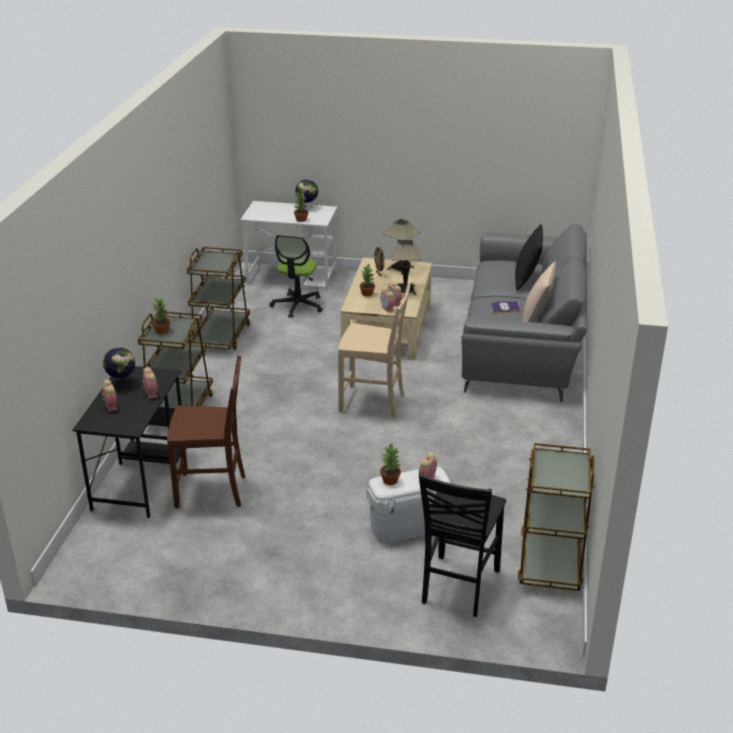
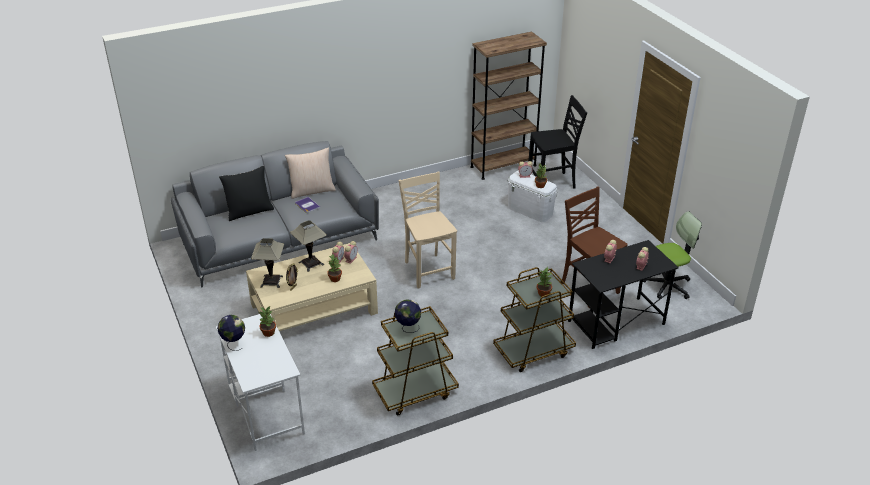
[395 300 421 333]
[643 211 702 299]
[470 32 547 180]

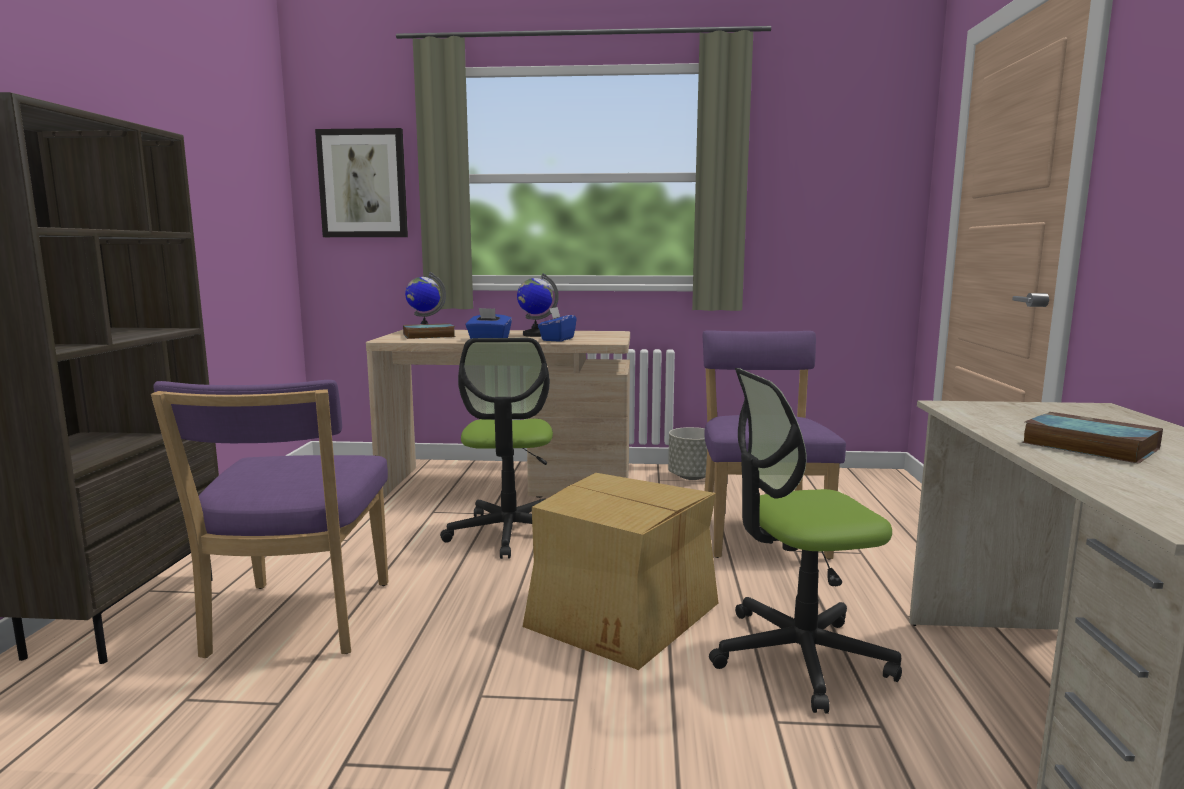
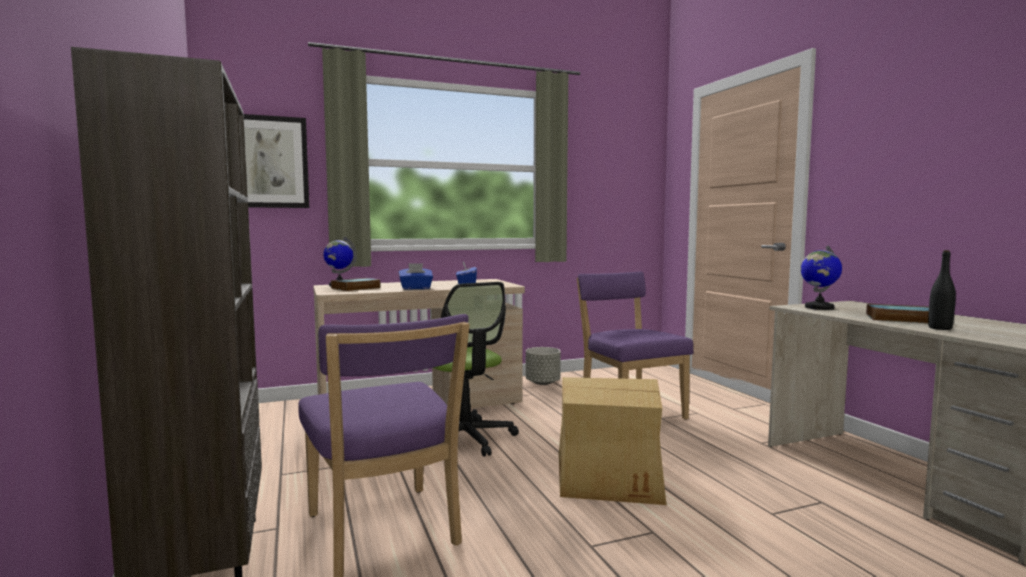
[709 368 902 714] (first image)
[928 250 956 330]
[800 245 842 310]

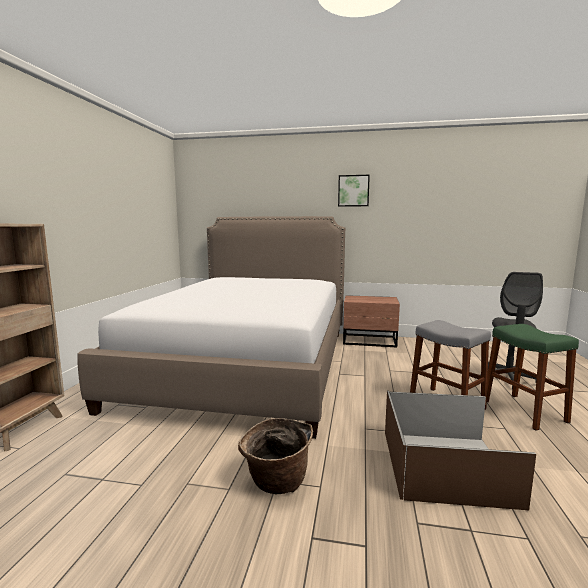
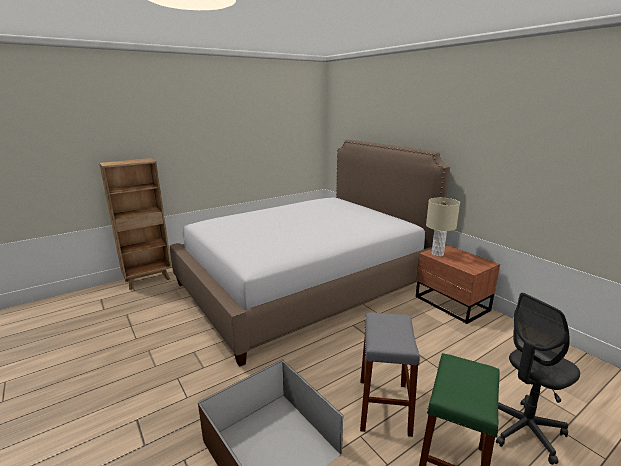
[238 418 313 494] (first image)
[338 175 370 207] (first image)
[426 198 460 257]

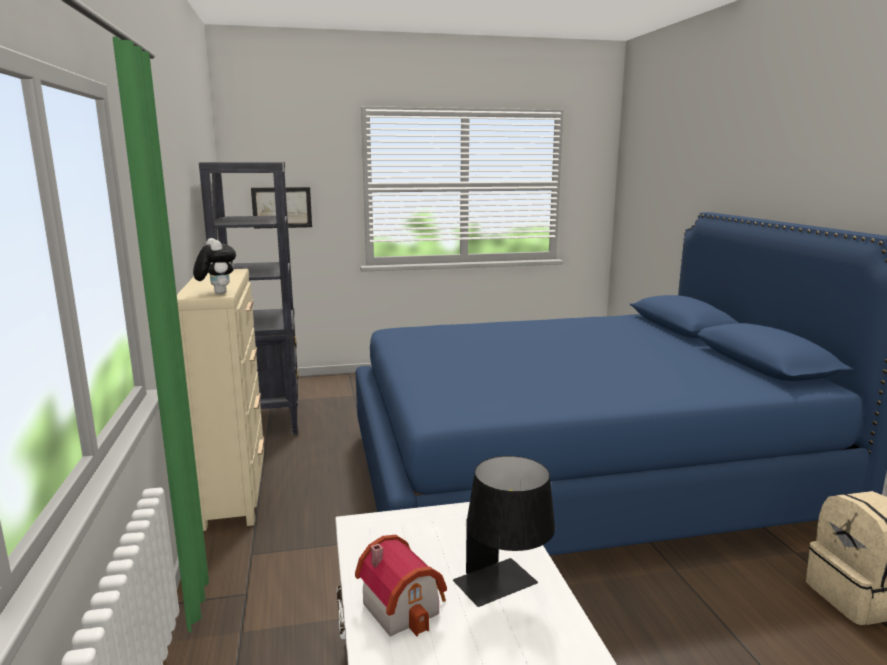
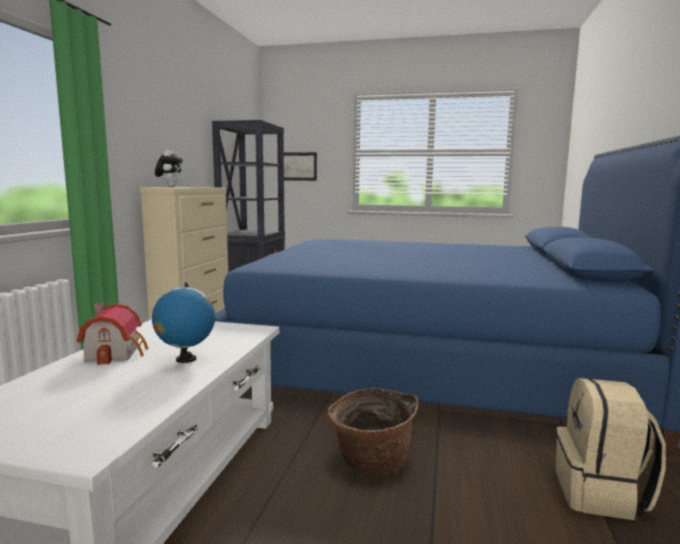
[327 388 418 476]
[152 283 215 363]

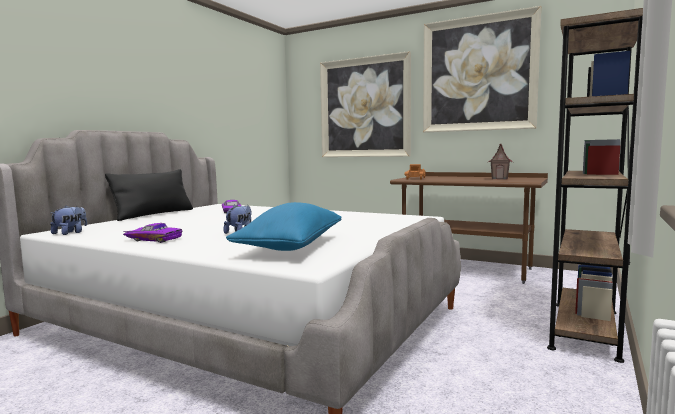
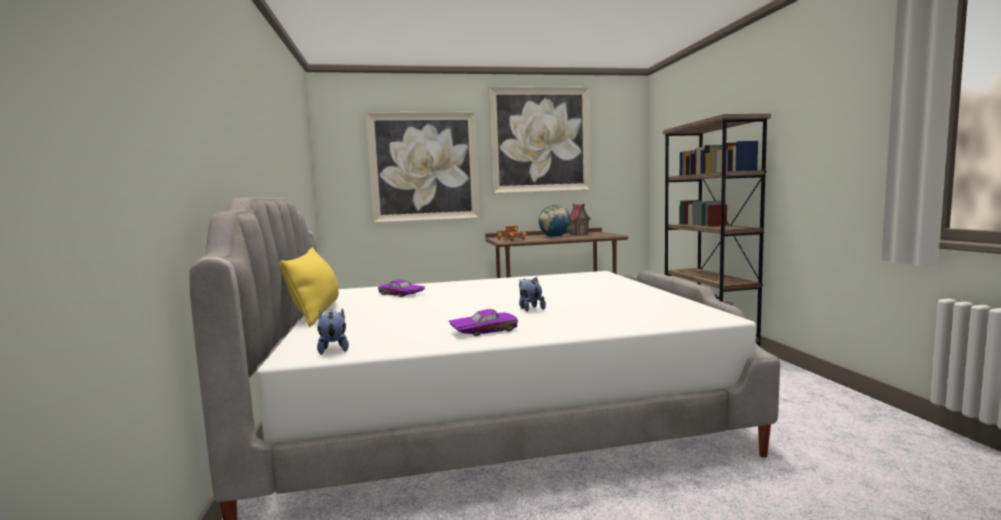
[226 202 342 251] (first image)
[539 205 571 237]
[279 248 339 327]

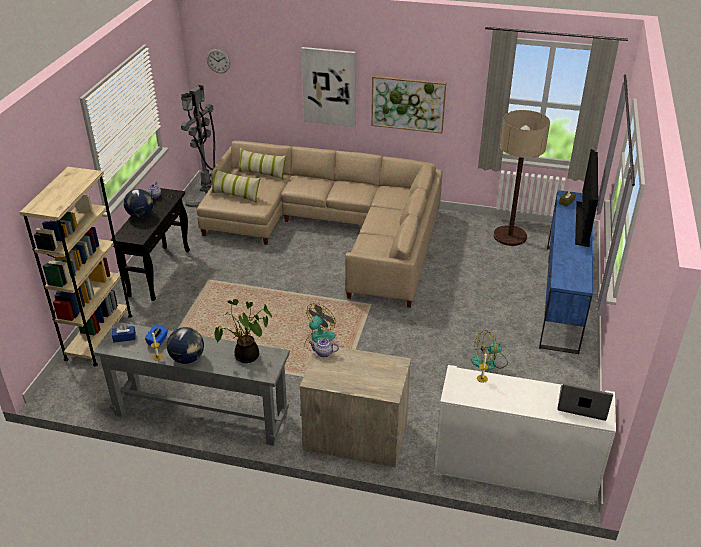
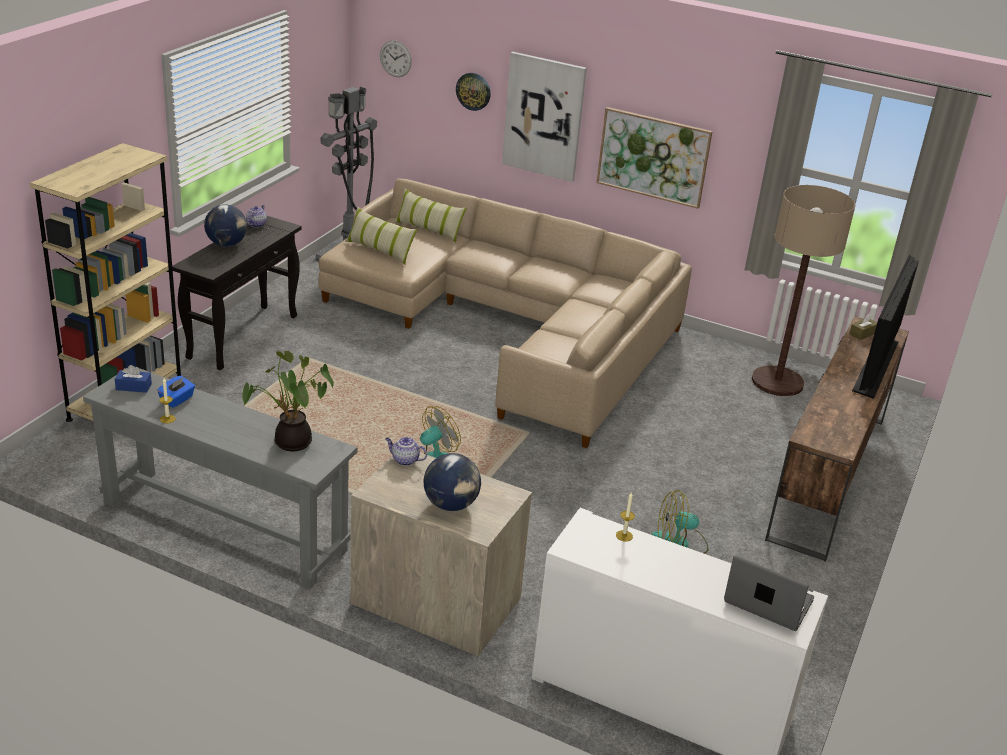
[456 73 490 111]
[424 453 481 511]
[765 316 909 562]

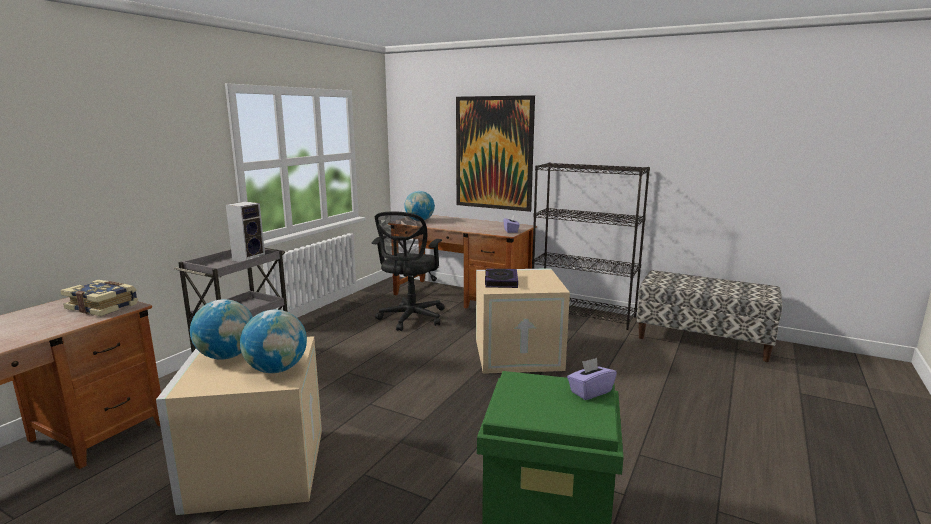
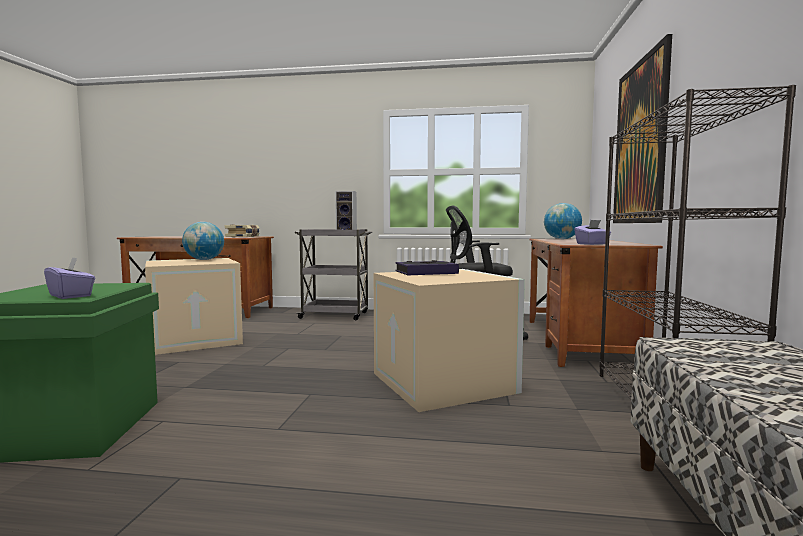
[240 310 307 373] (first image)

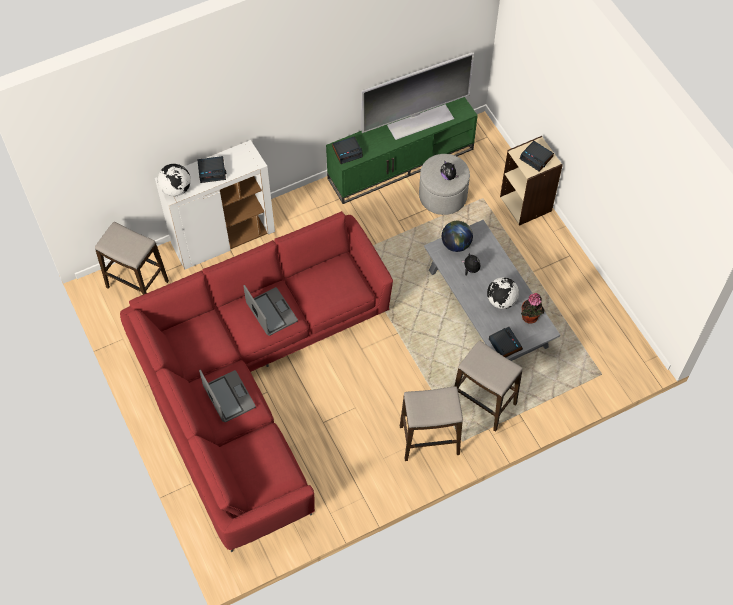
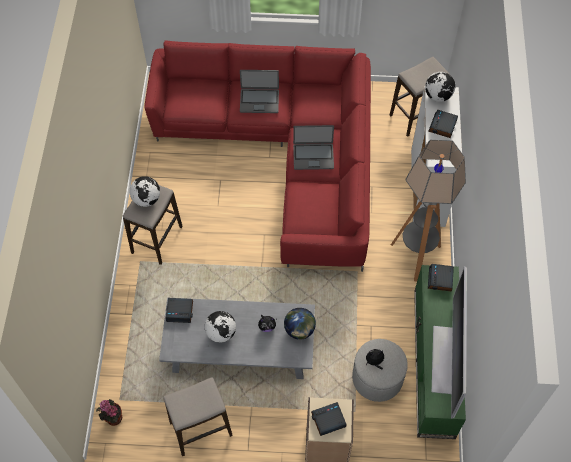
[129 176 160 207]
[391 140 466 281]
[163 377 233 456]
[96 399 122 426]

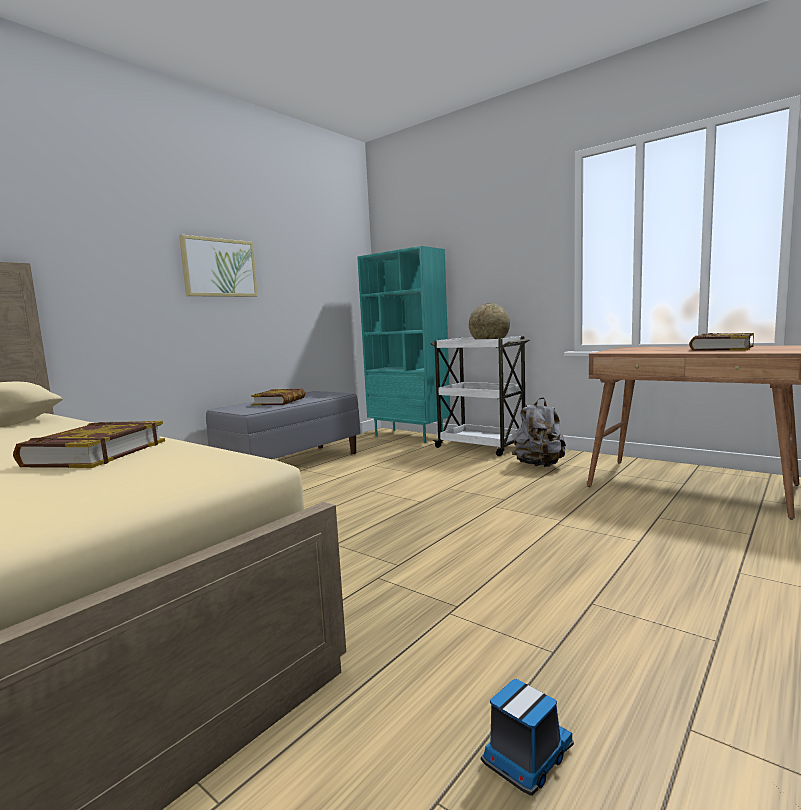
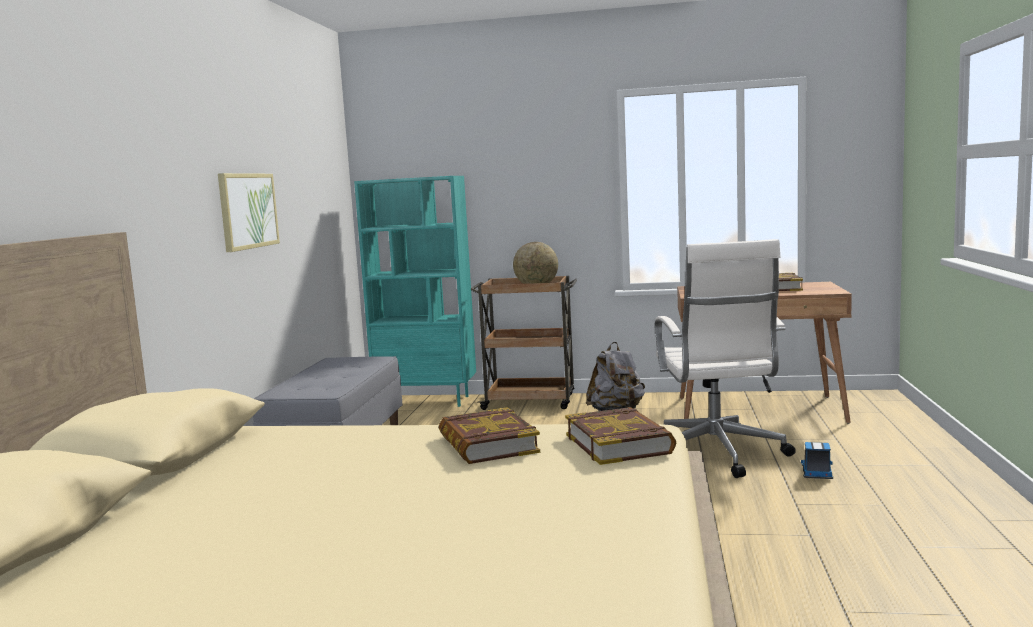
[655 239 796 478]
[565 407 676 465]
[801 442 833 479]
[470 276 577 410]

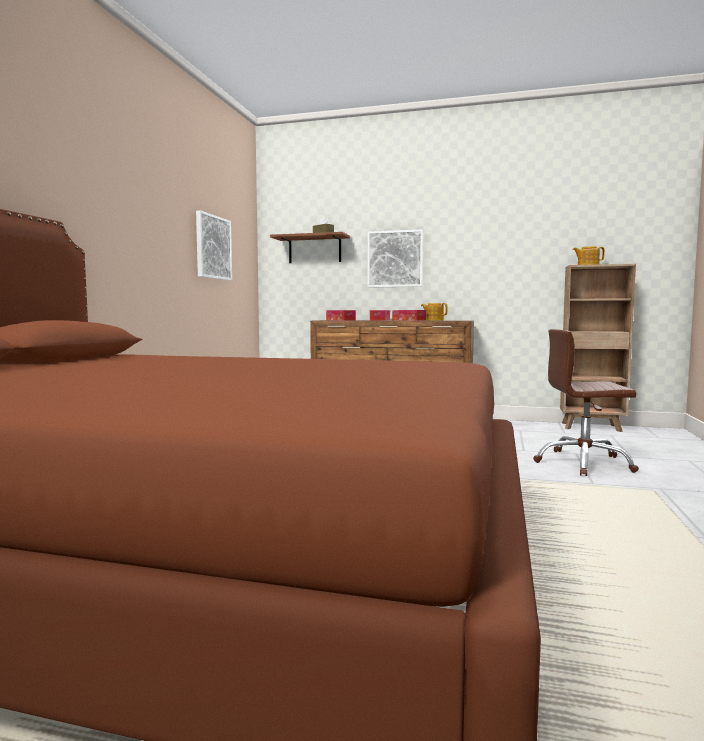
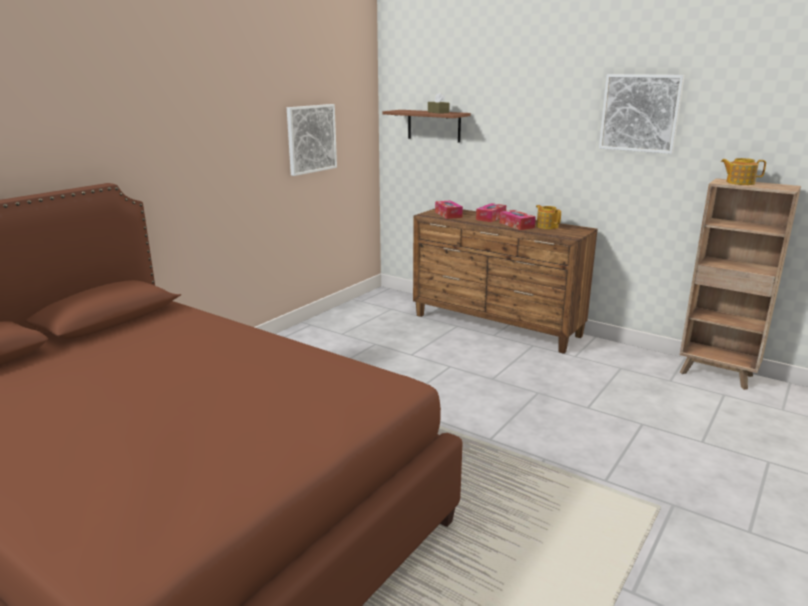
[533 329 639 476] (first image)
[599 74 685 154]

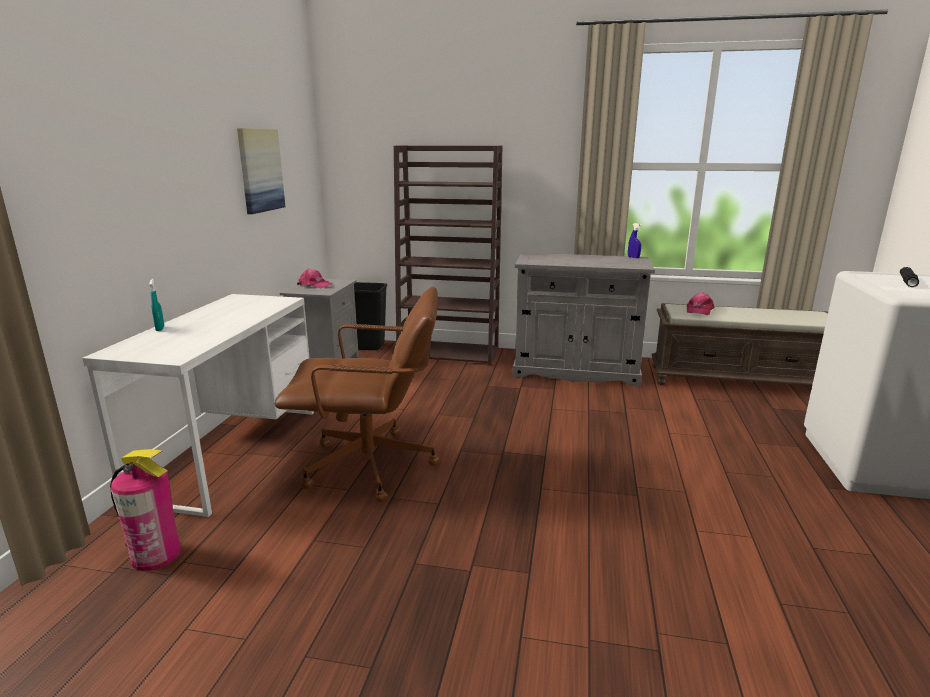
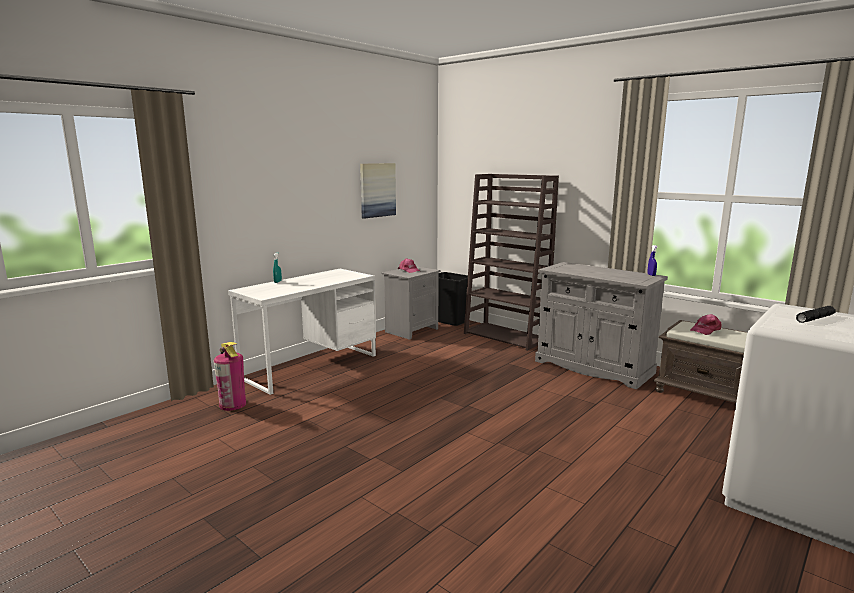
[275 286 440 502] (first image)

